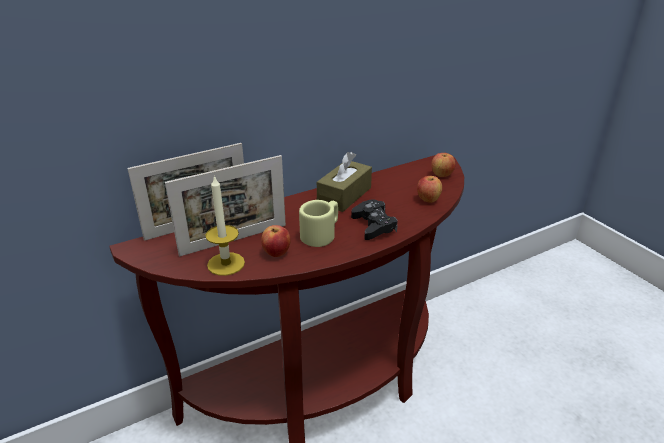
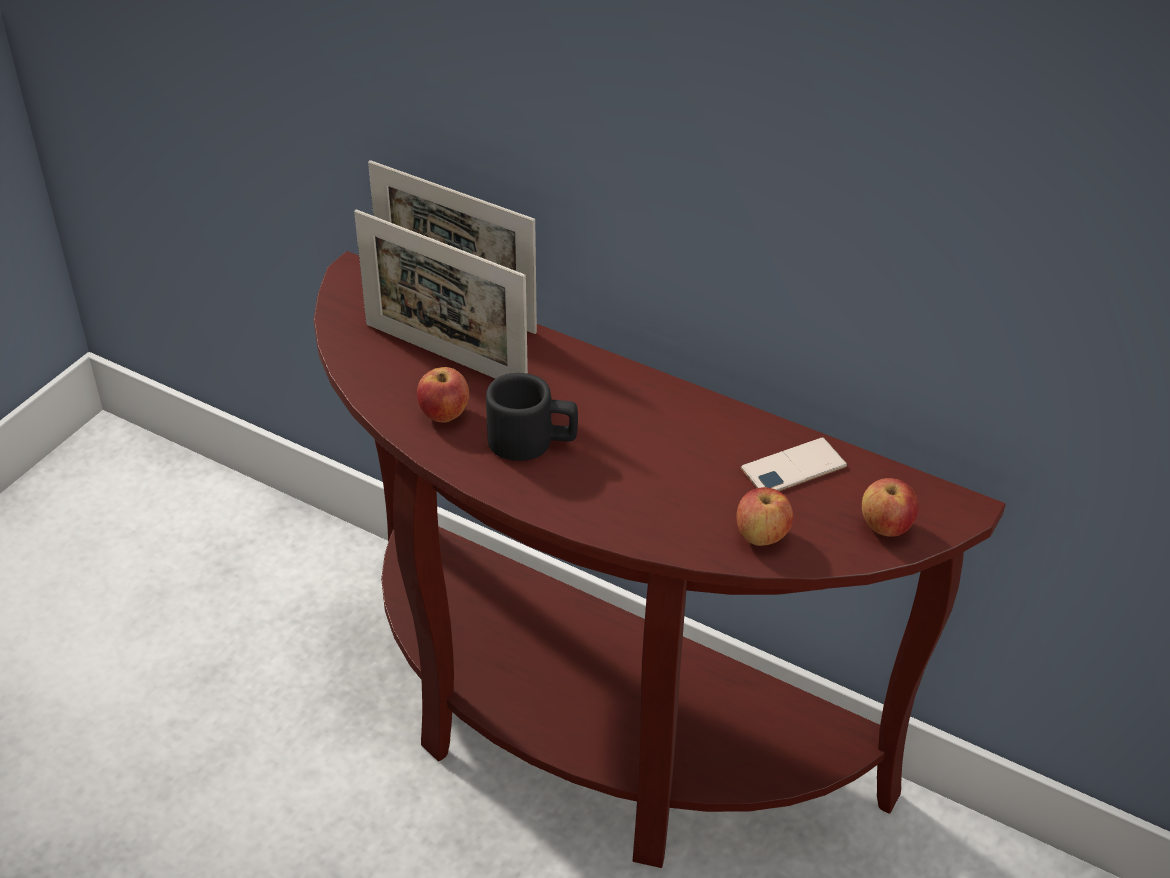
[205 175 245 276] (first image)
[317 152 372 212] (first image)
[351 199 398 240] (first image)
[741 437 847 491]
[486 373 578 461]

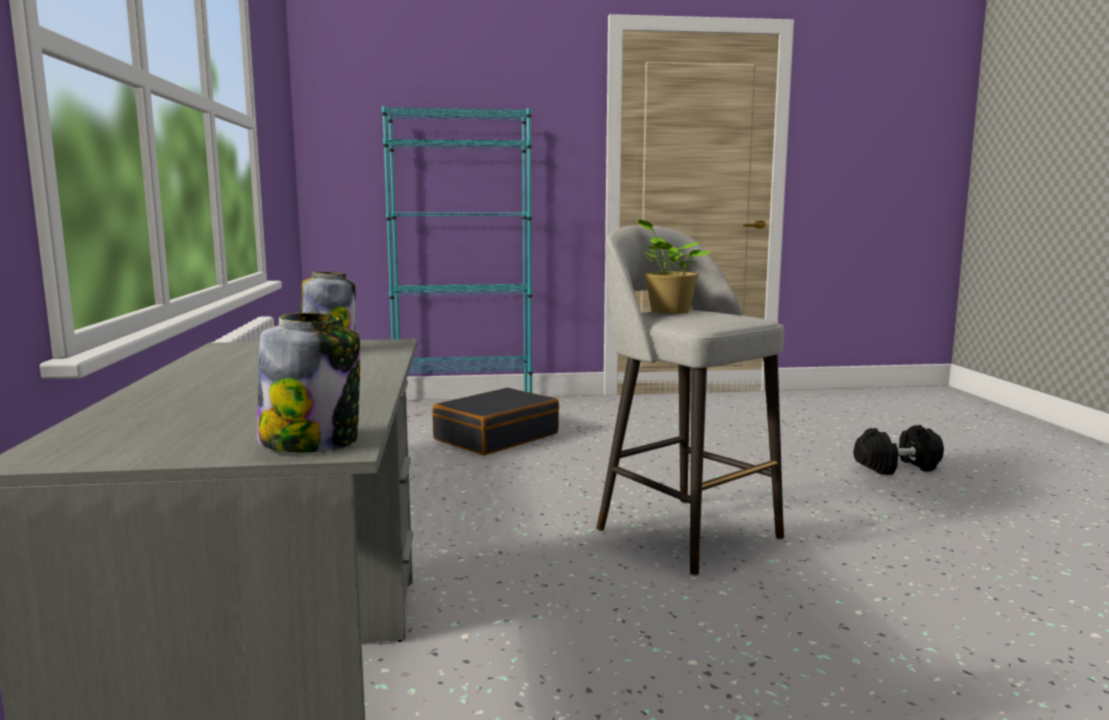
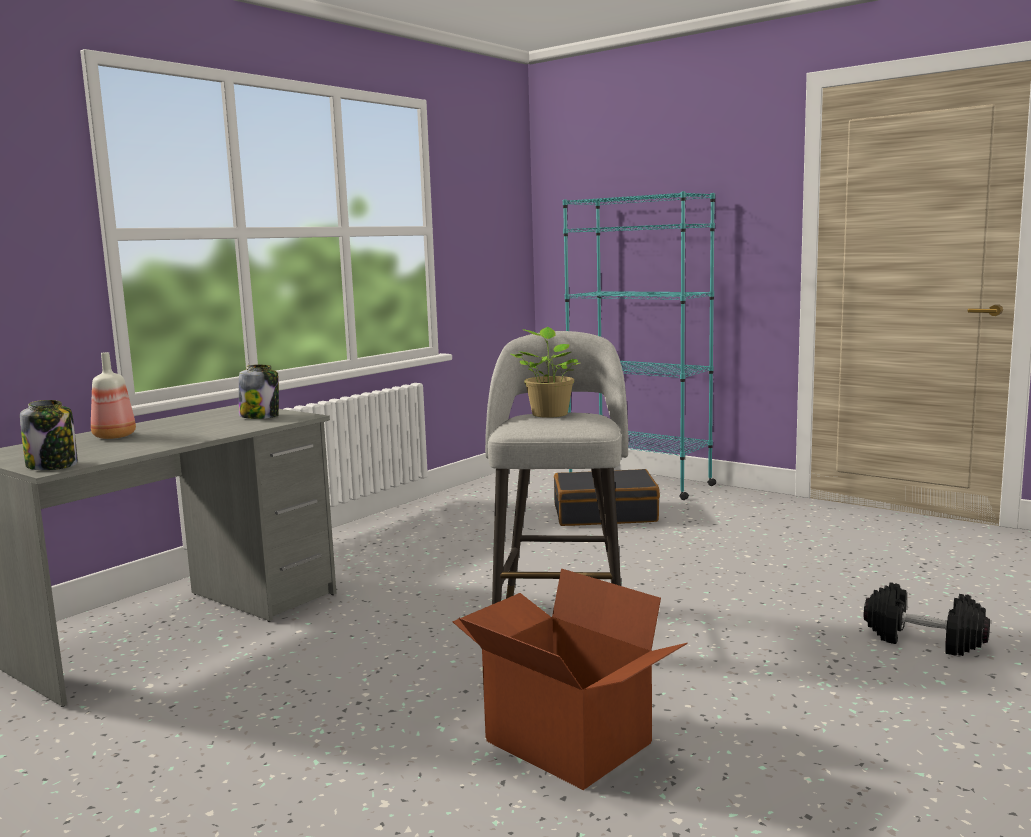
[91 352 136 439]
[453 569 688 790]

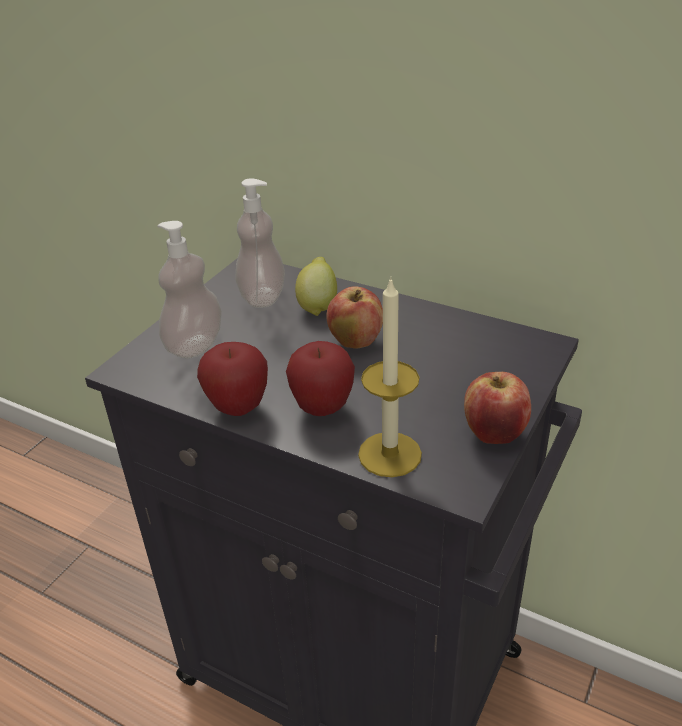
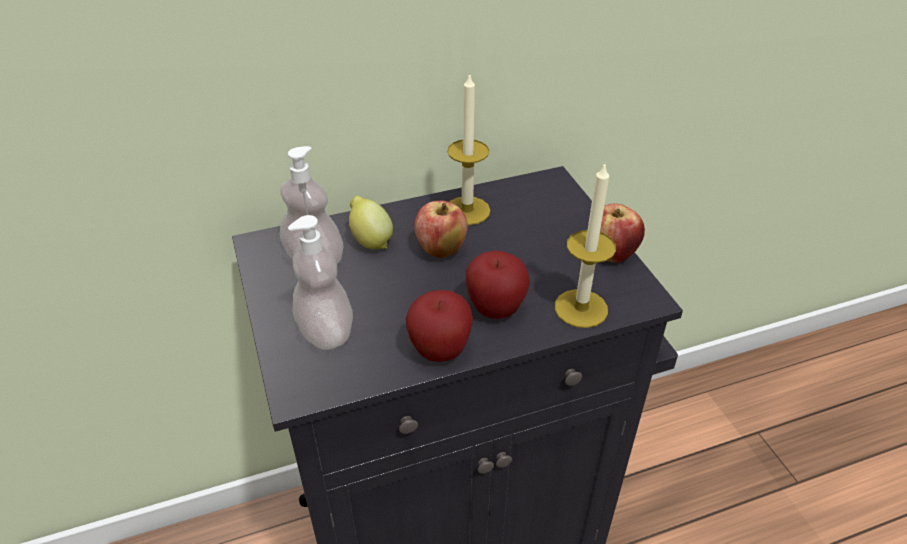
[447 72 490 225]

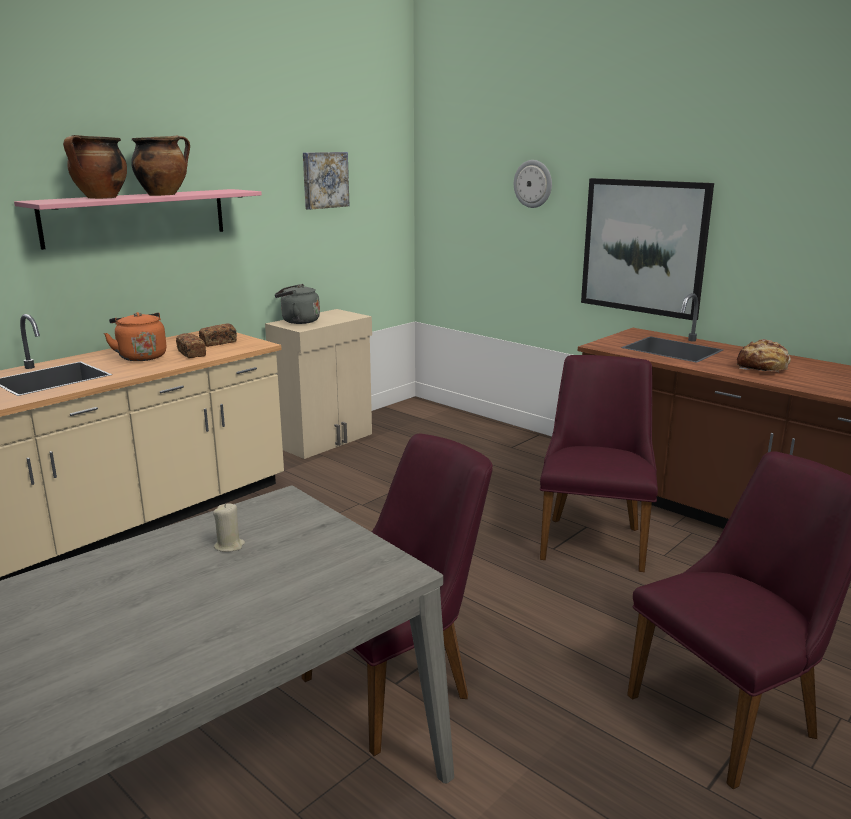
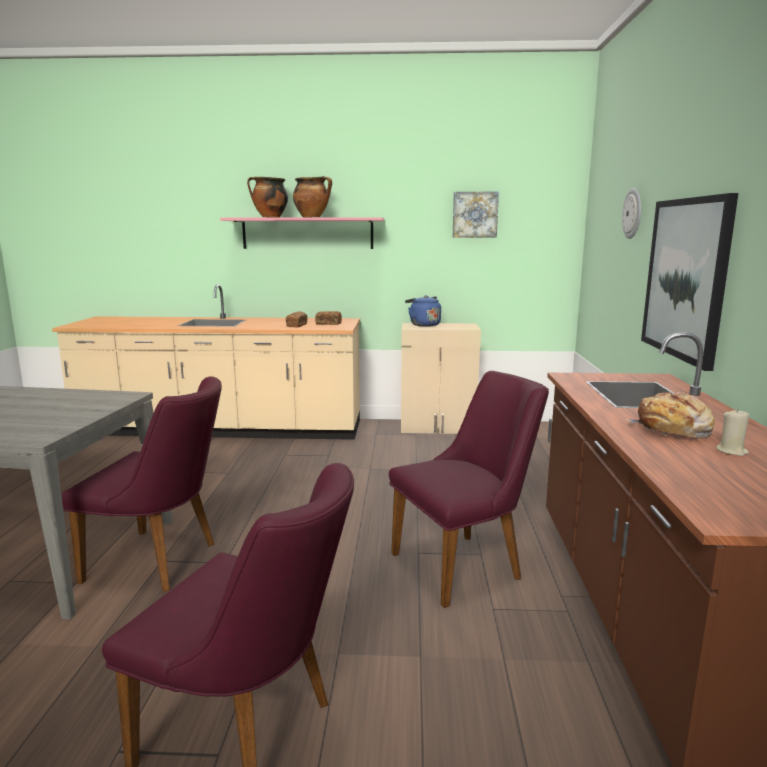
[104 312 167 361] (first image)
[716 409 749 456]
[405 295 441 327]

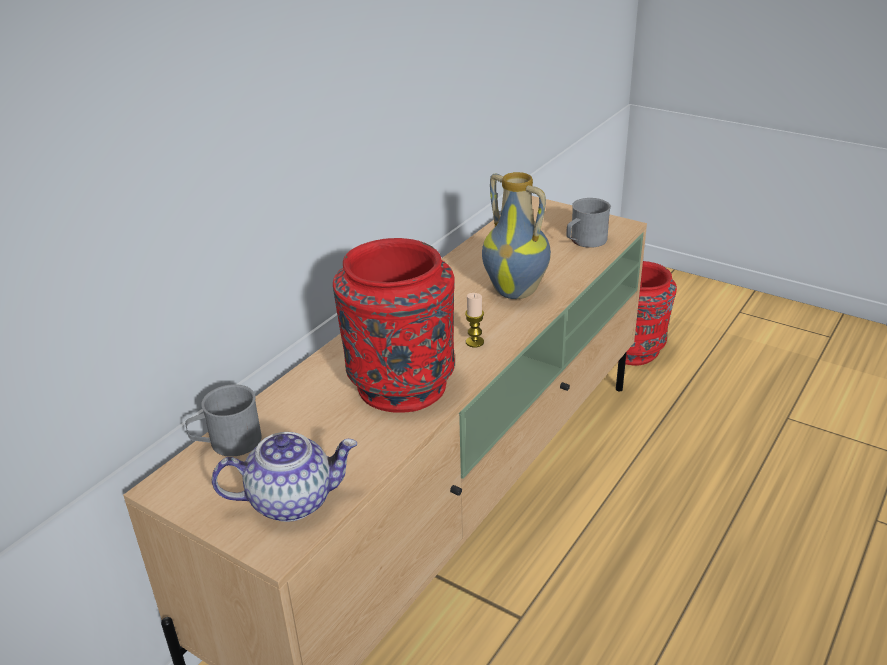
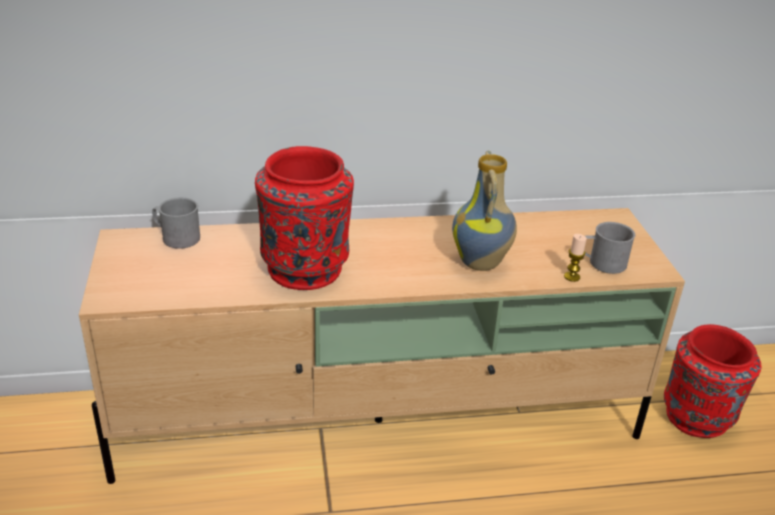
[212 432 357 522] (first image)
[564 234 587 282]

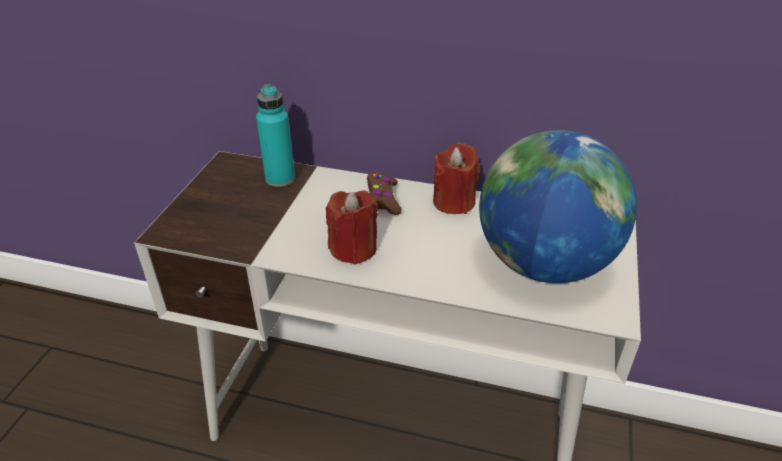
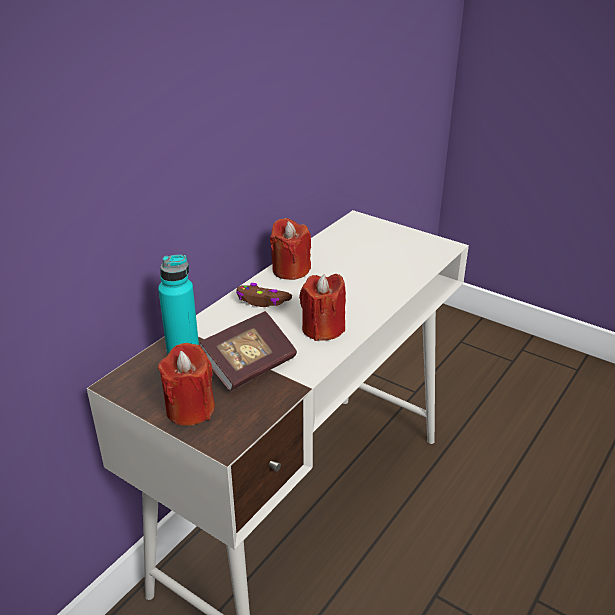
[479 130 637 283] (first image)
[158 343 215 426]
[200 311 297 391]

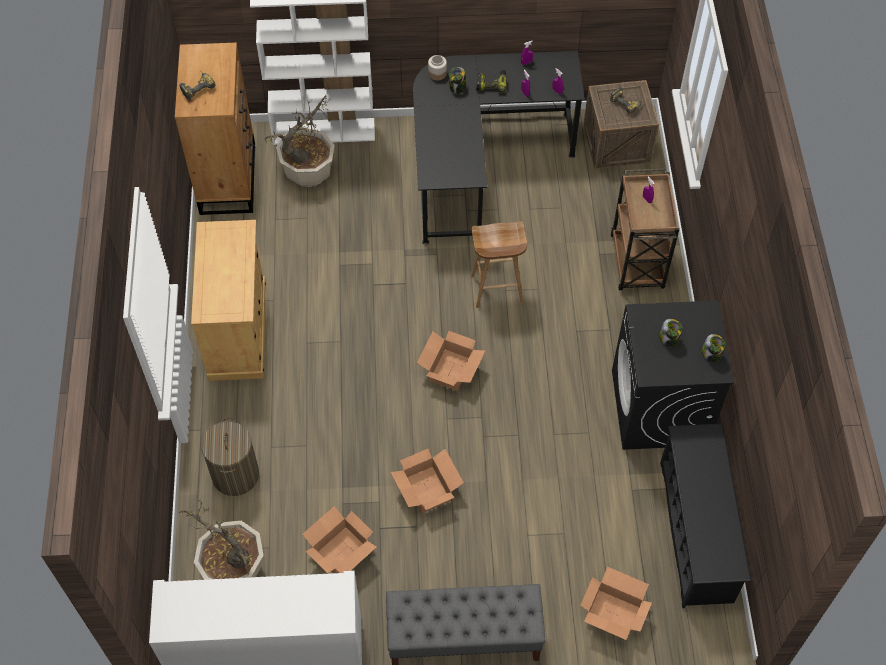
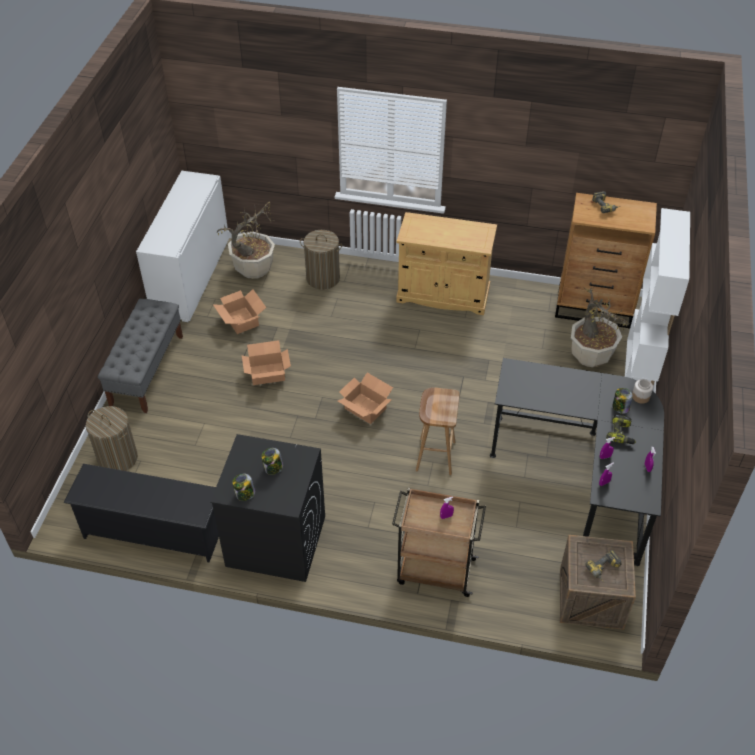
[86 406 138 471]

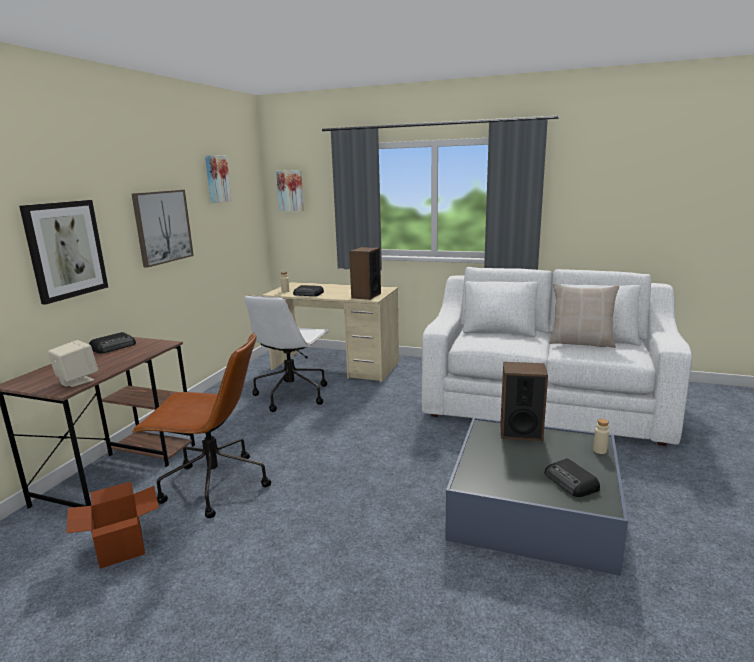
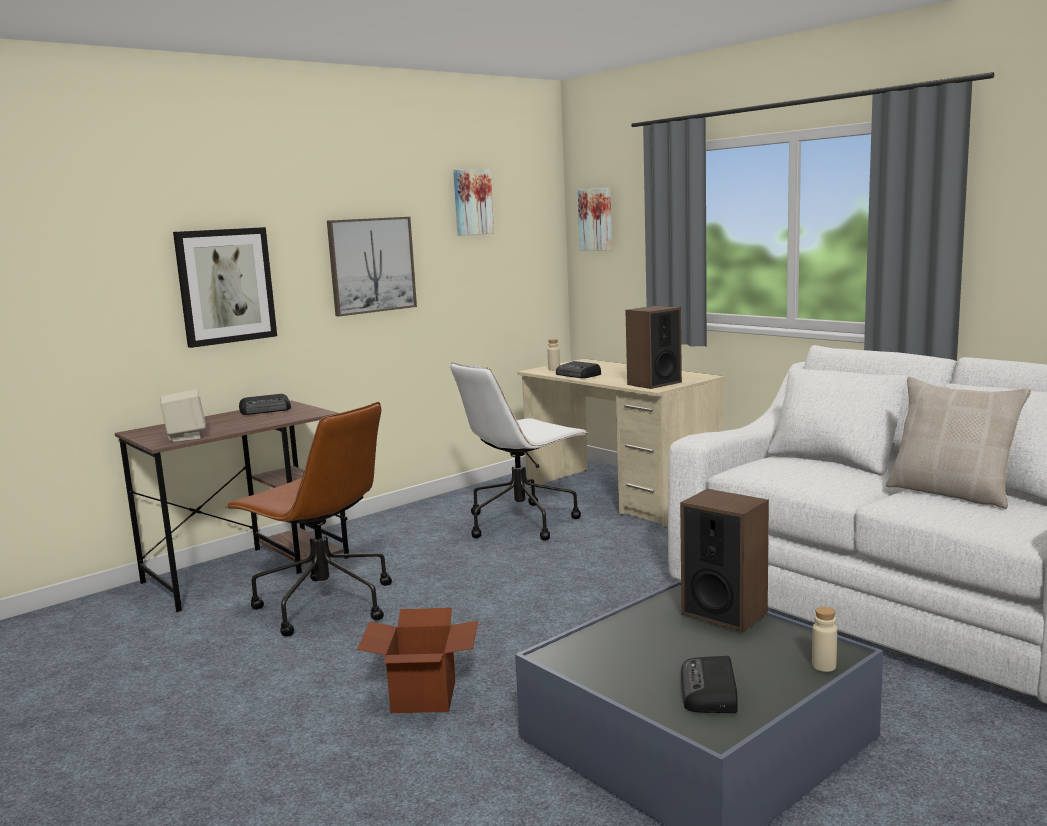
[357 608 478 713]

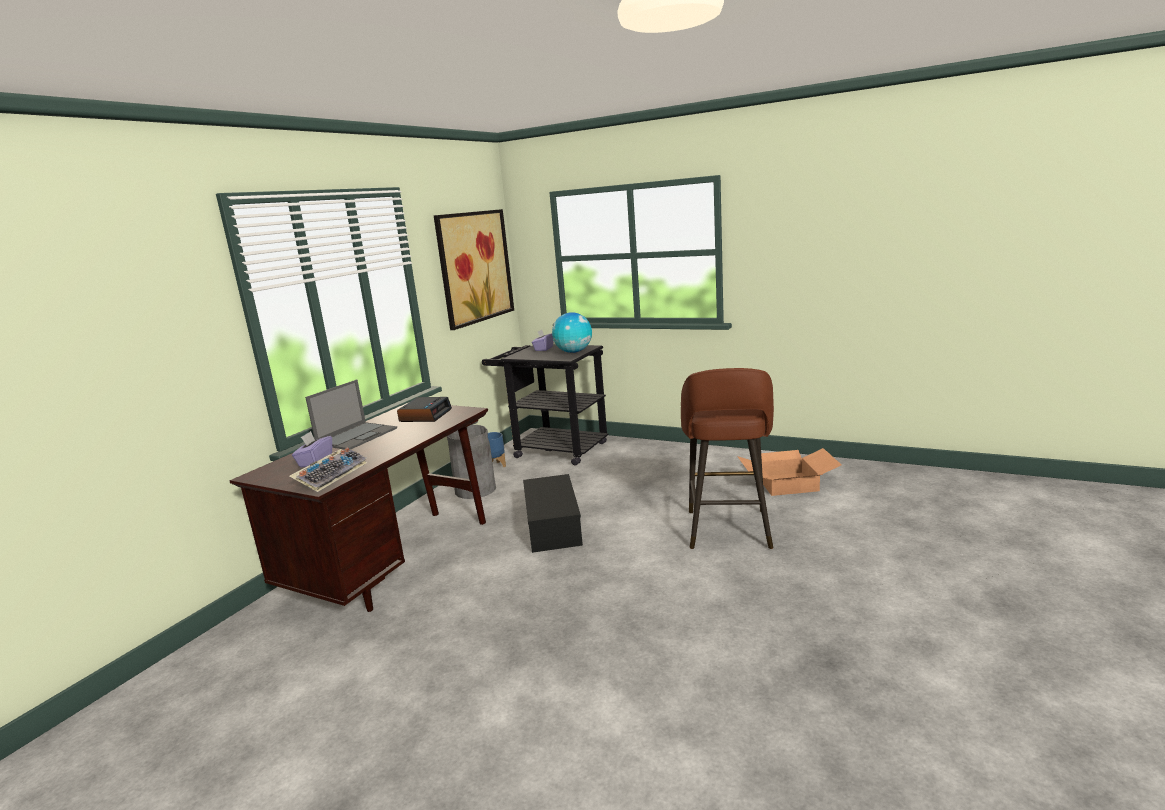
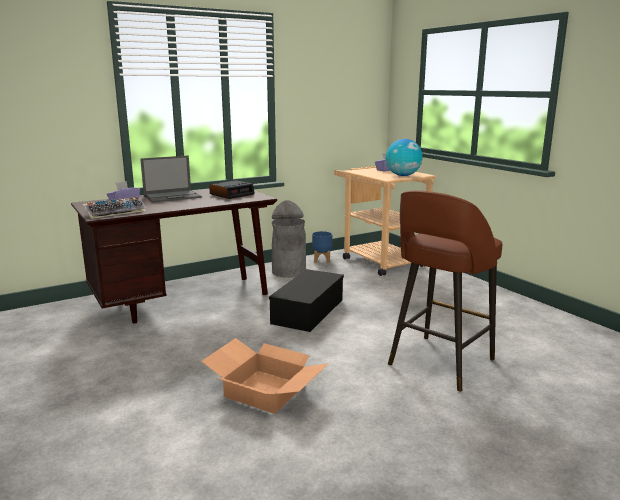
[434 209 514 330] (first image)
[201 338 329 414]
[334 166 436 276]

